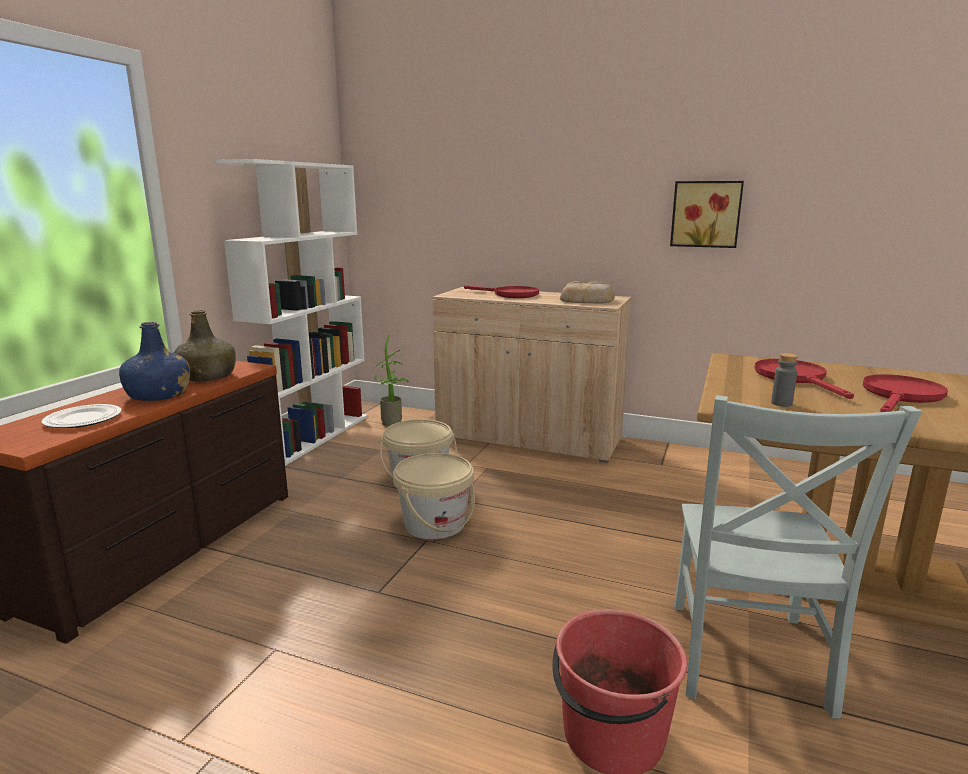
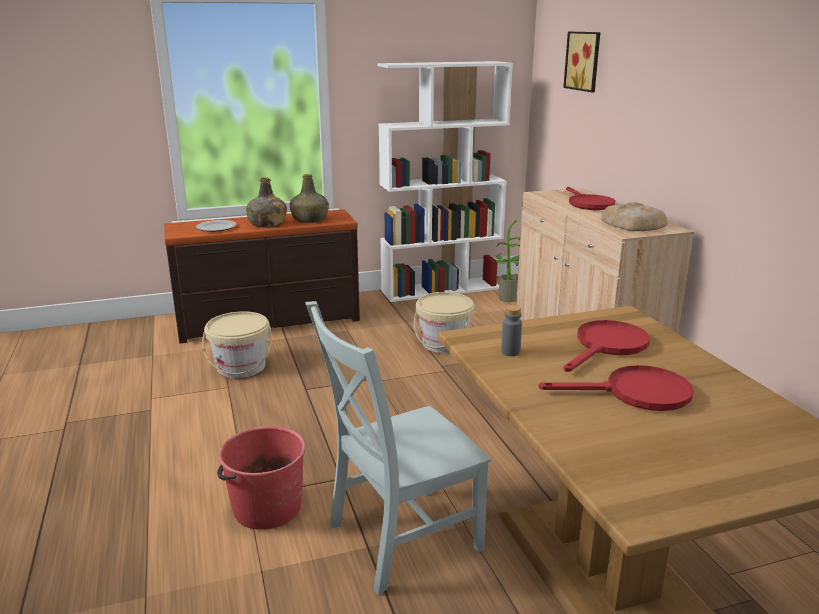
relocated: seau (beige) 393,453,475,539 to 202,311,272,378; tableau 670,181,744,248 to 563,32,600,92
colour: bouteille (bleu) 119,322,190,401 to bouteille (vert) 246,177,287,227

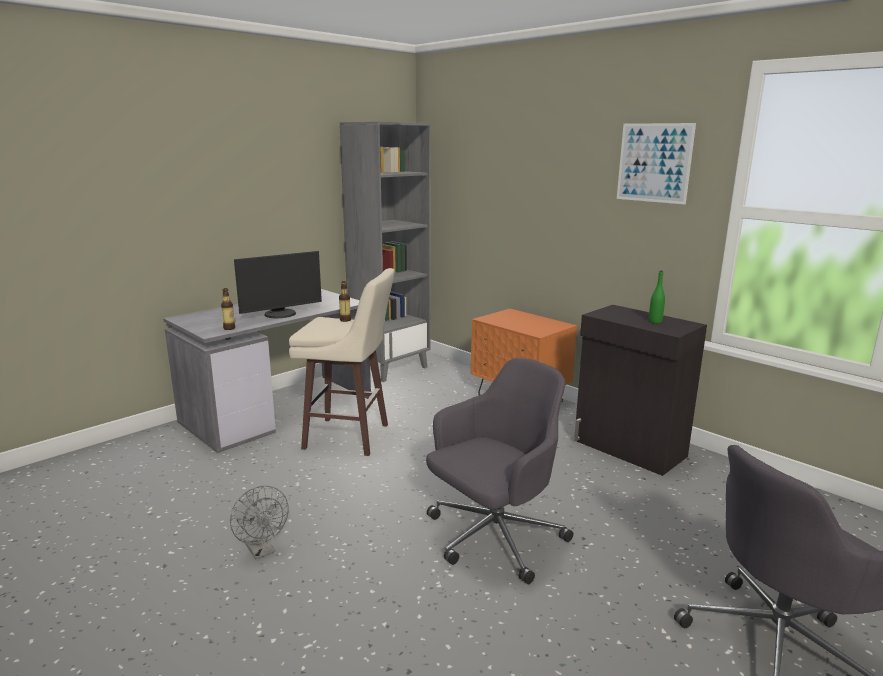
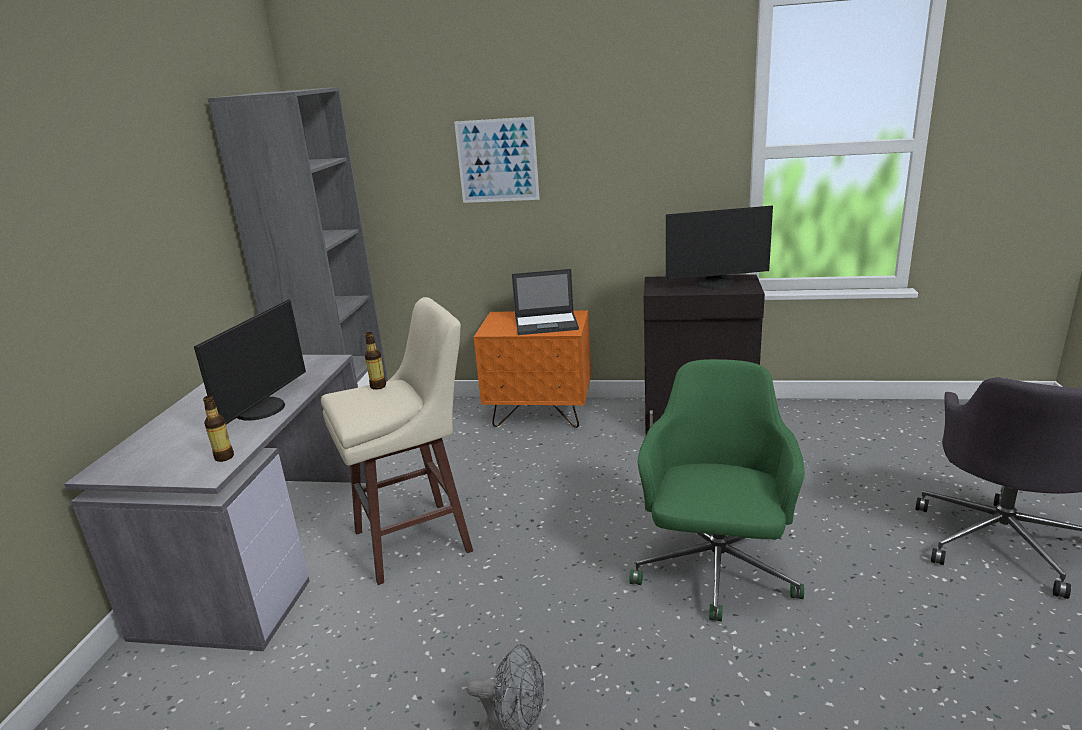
appeared: ordinateur portable 512,269,579,335
relocated: tableau 617,123,696,204 to 454,117,539,203
exchanged: bouteille (vert) 649,271,665,323 to écran d'ordinateur 666,206,773,289
colour: chaise de bureau (gris) 426,358,573,584 to chaise de bureau (vert) 629,359,805,621

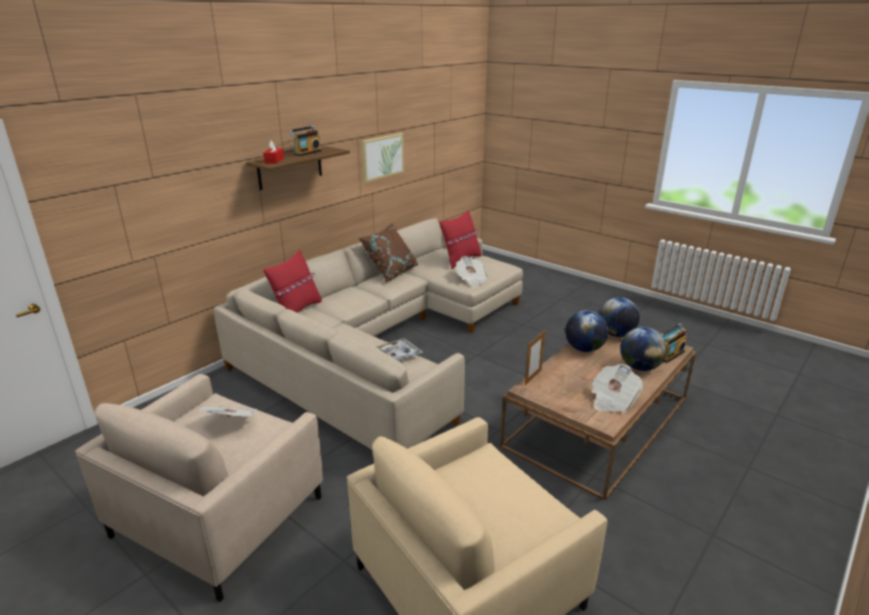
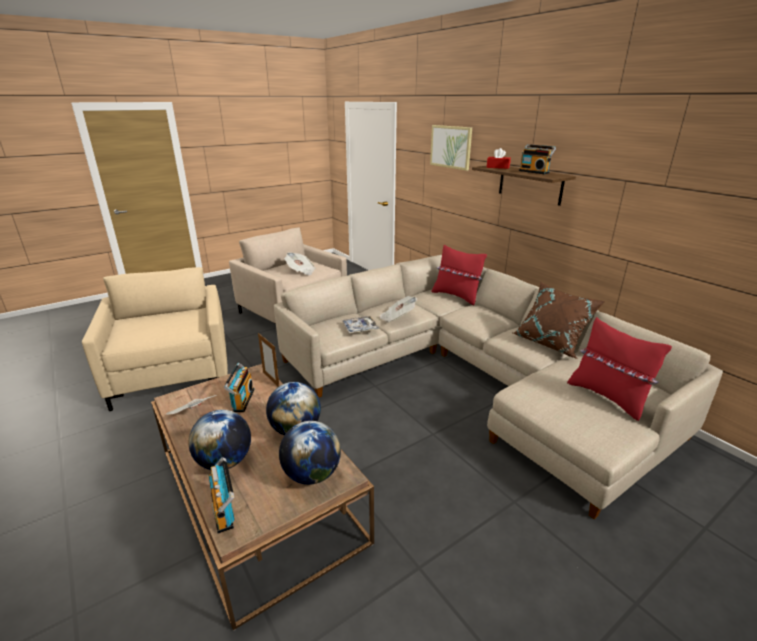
appeared: radio 224,363,254,412
relocated: tableau 362,133,404,182 to 430,125,472,171; journal 456,256,488,287 to 379,296,418,323

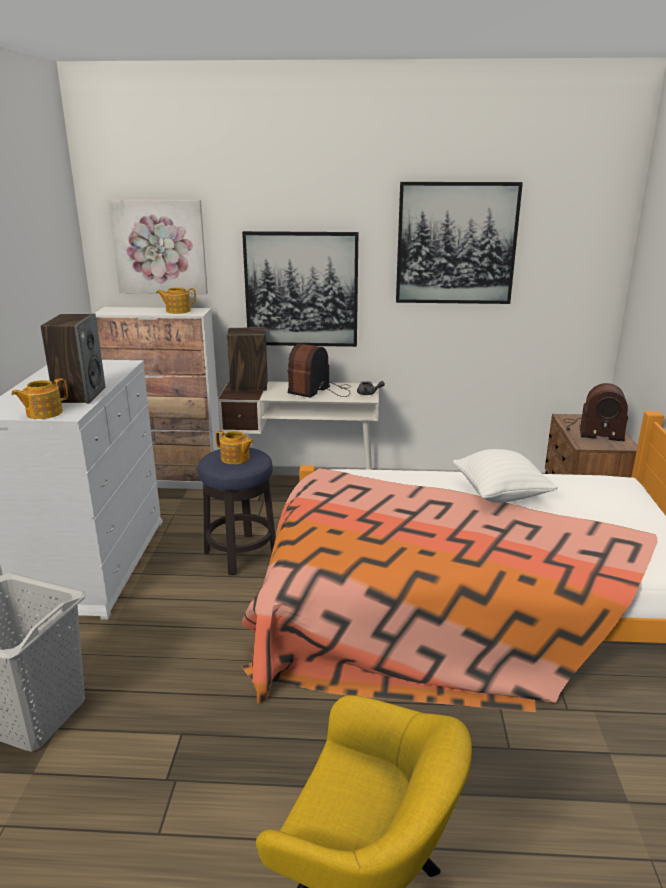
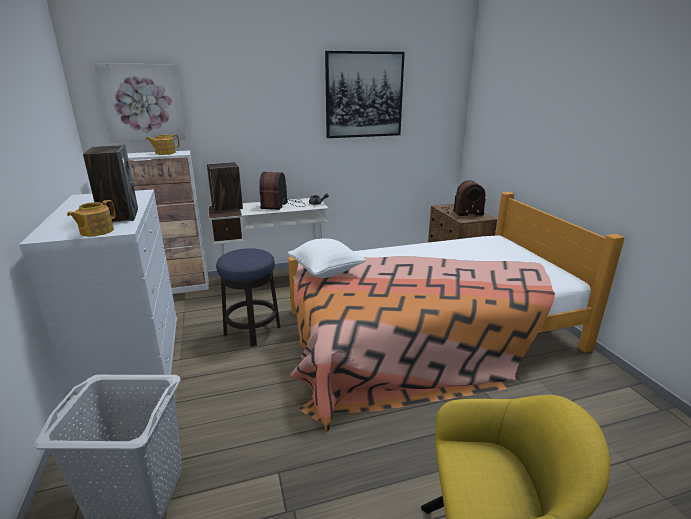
missing: théière 216,431,254,464; tableau 242,231,358,347
relocated: coussin (blanc) 452,449,558,503 to 287,238,366,278

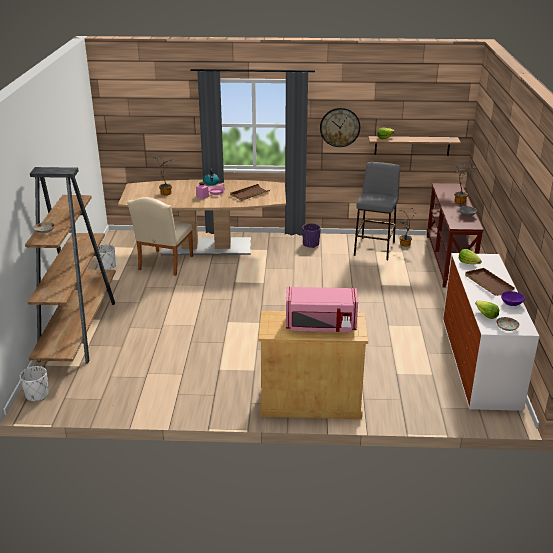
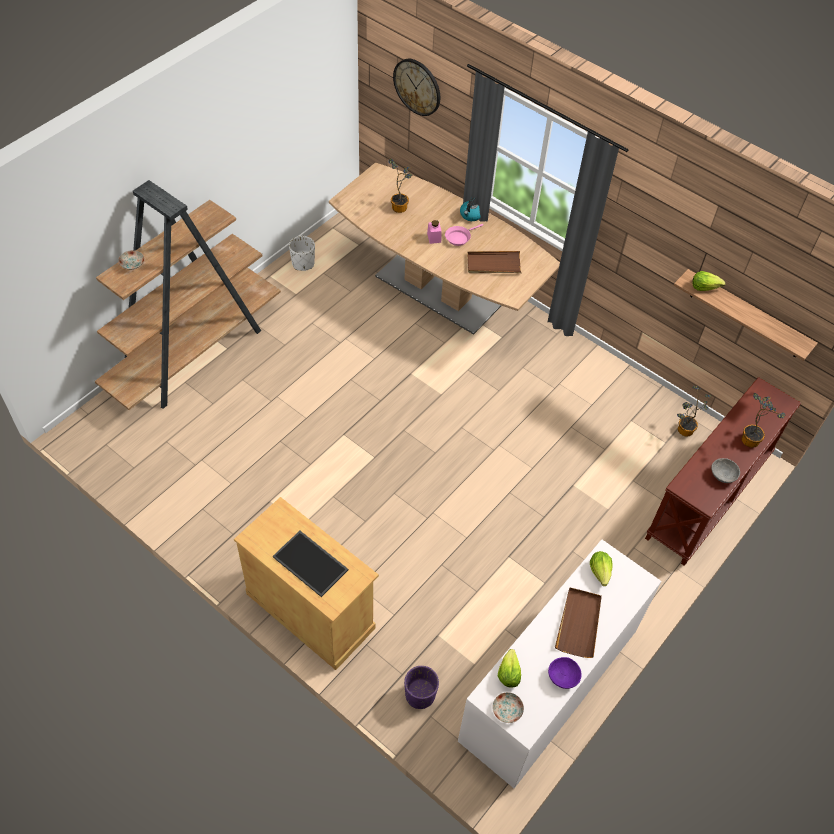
missing: cache-pot (blanc) 20,366,49,401; chaise (beige) 127,197,193,276; tabouret (gris) 354,162,400,260
relocated: cache-pot (violet) 302,223,321,248 to 404,666,439,709; horloge murale 320,108,360,147 to 393,59,440,116
exchanged: micro-ondes (rose) 286,287,358,332 to plateau 273,531,348,597

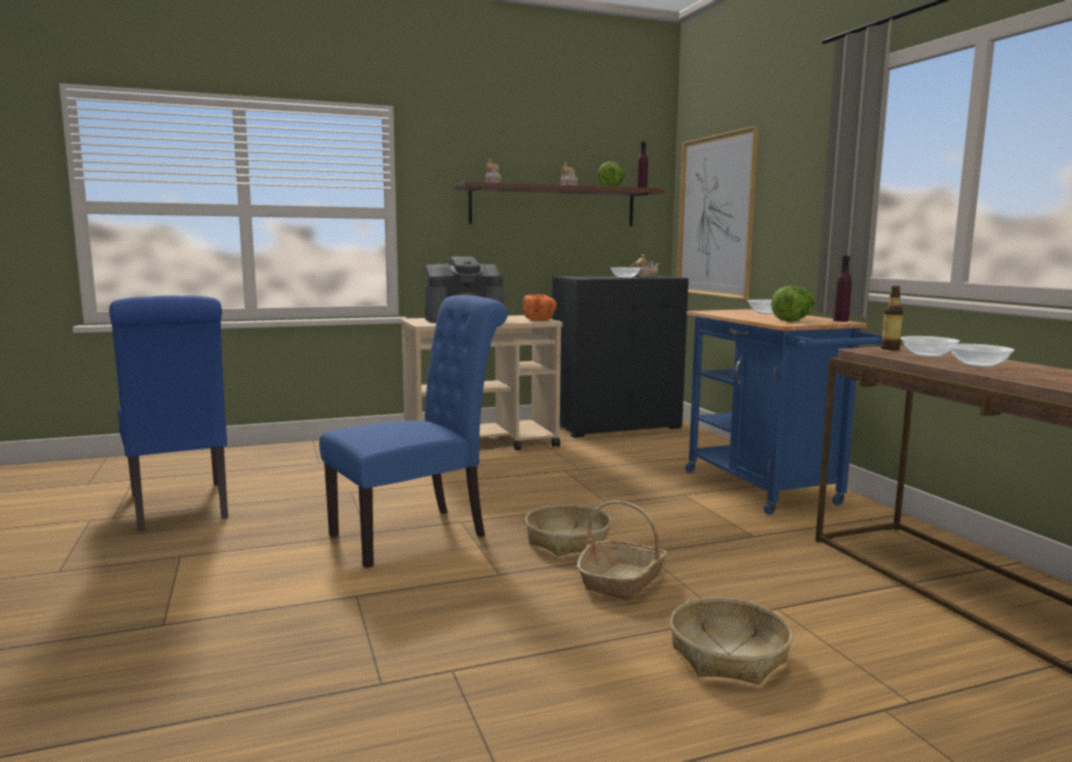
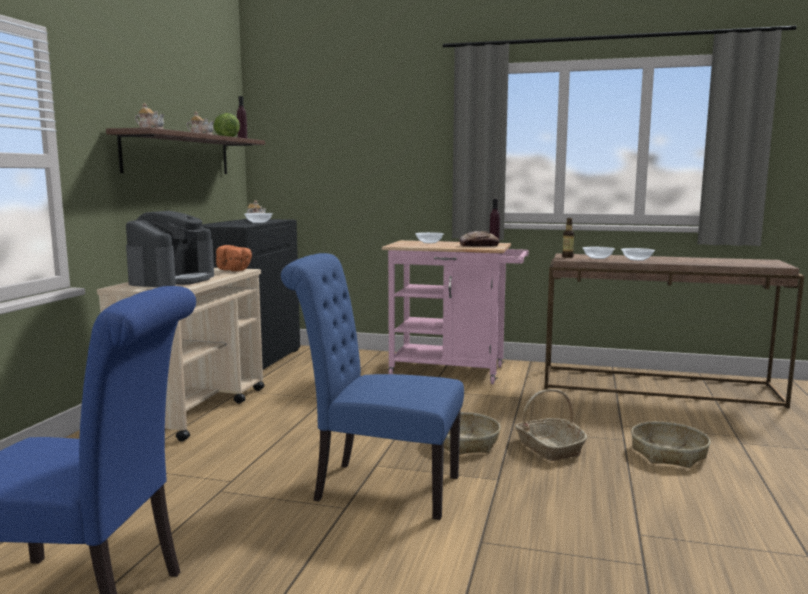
missing: tableau 677,126,759,300
exchanged: laitue 771,285,815,321 to pain 459,231,499,247
colour: chariot (bleu) 685,309,883,515 to chariot (rose) 381,240,529,384
spun: chaise (bleu) 319,295,508,568 = 281,253,464,520 75 degrees counterclockwise

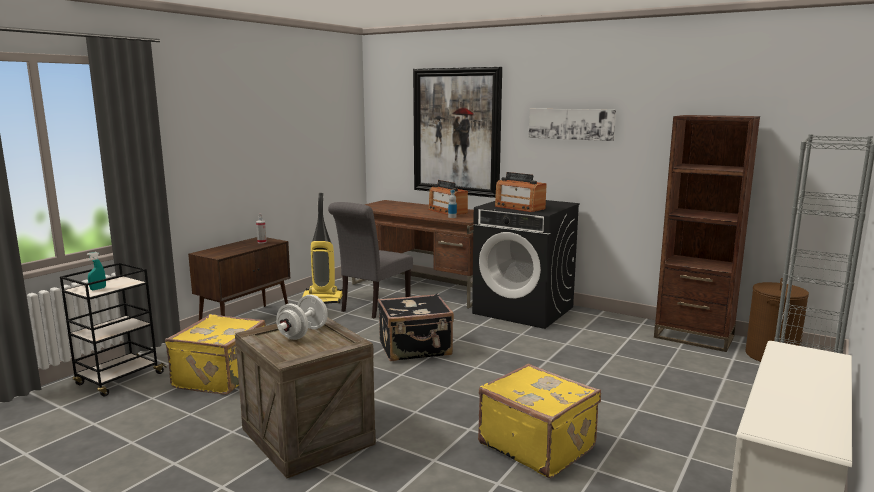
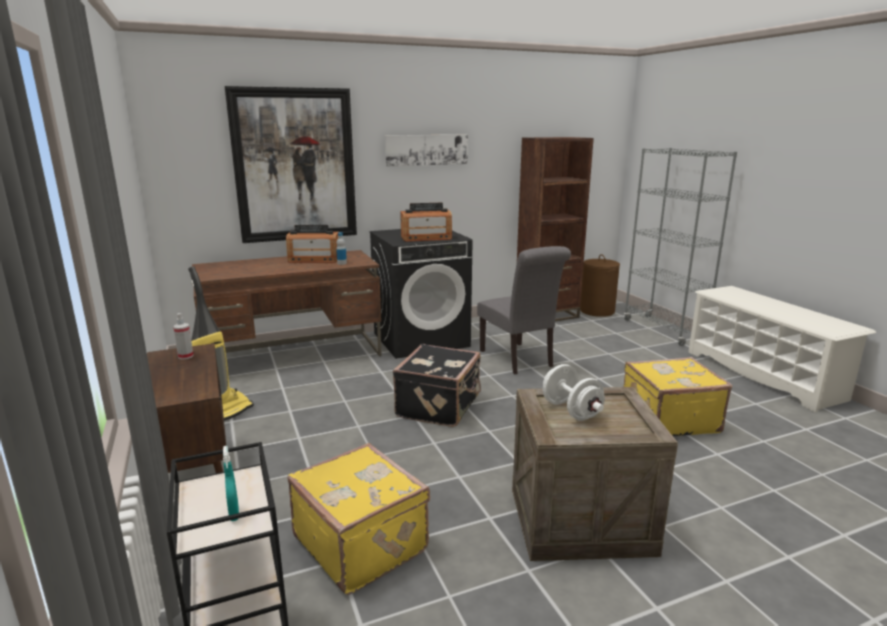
relocated: chaise (gris) 328,202,413,318 to 477,246,571,374

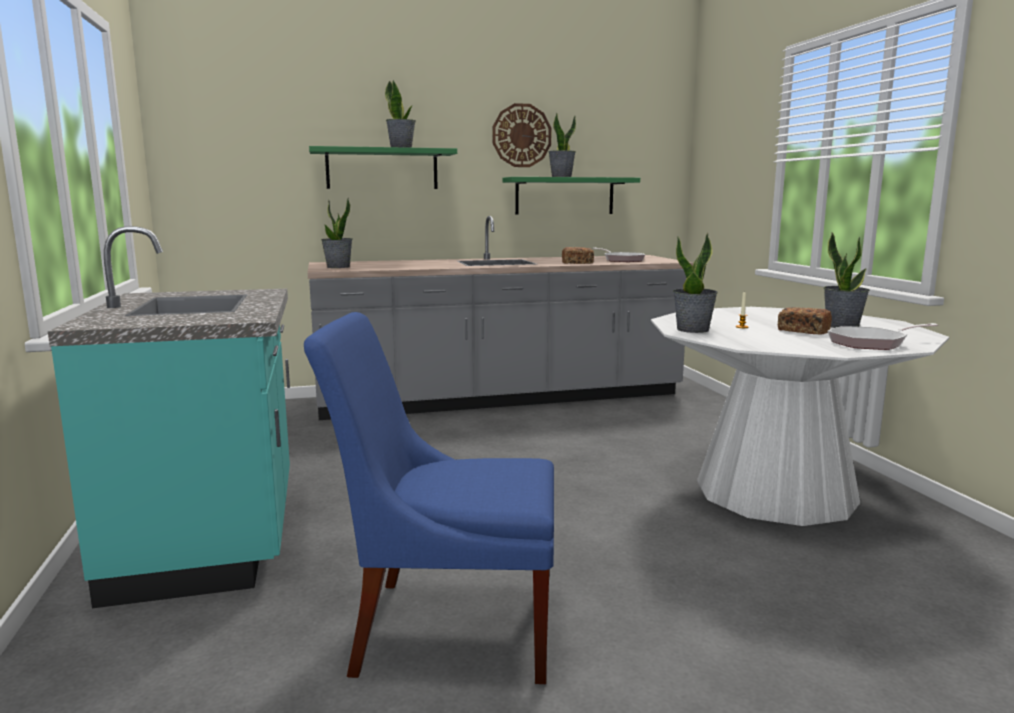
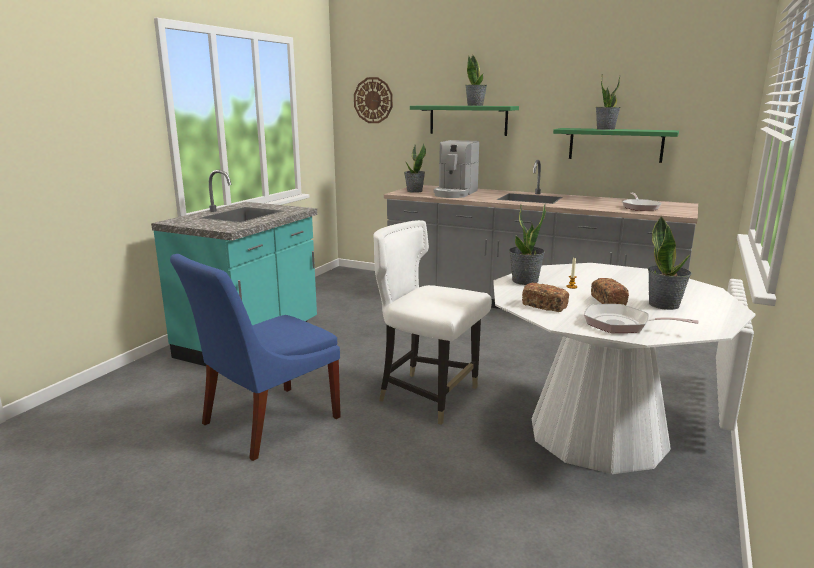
appeared: chaise (blanc) 373,220,492,424; machine à café 433,140,479,198
relocated: horloge murale 493,103,551,167 to 354,77,393,123; pain 562,247,594,264 to 522,283,569,312
spun: chaise (bleu) 304,312,554,684 = 170,254,341,461 90 degrees counterclockwise

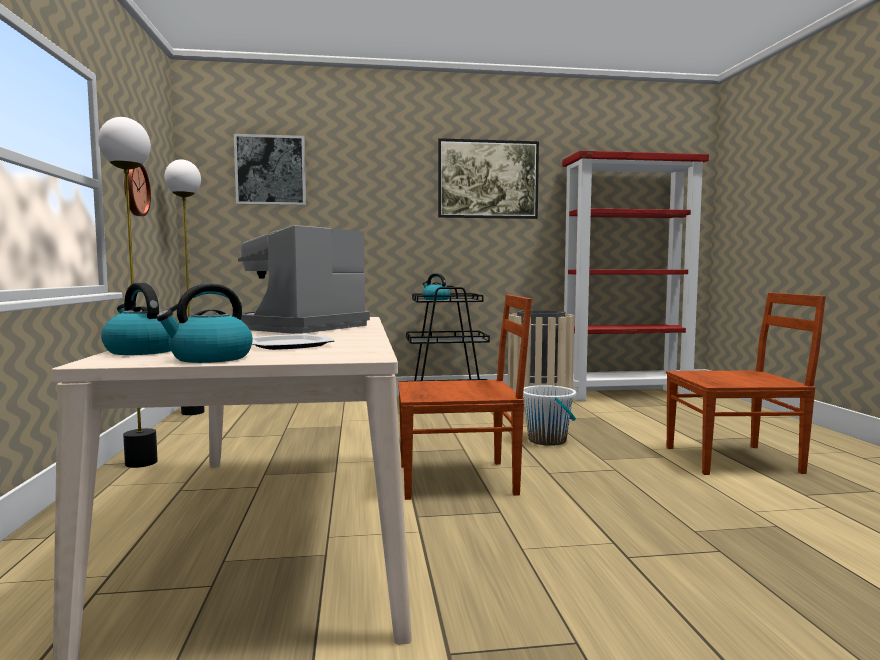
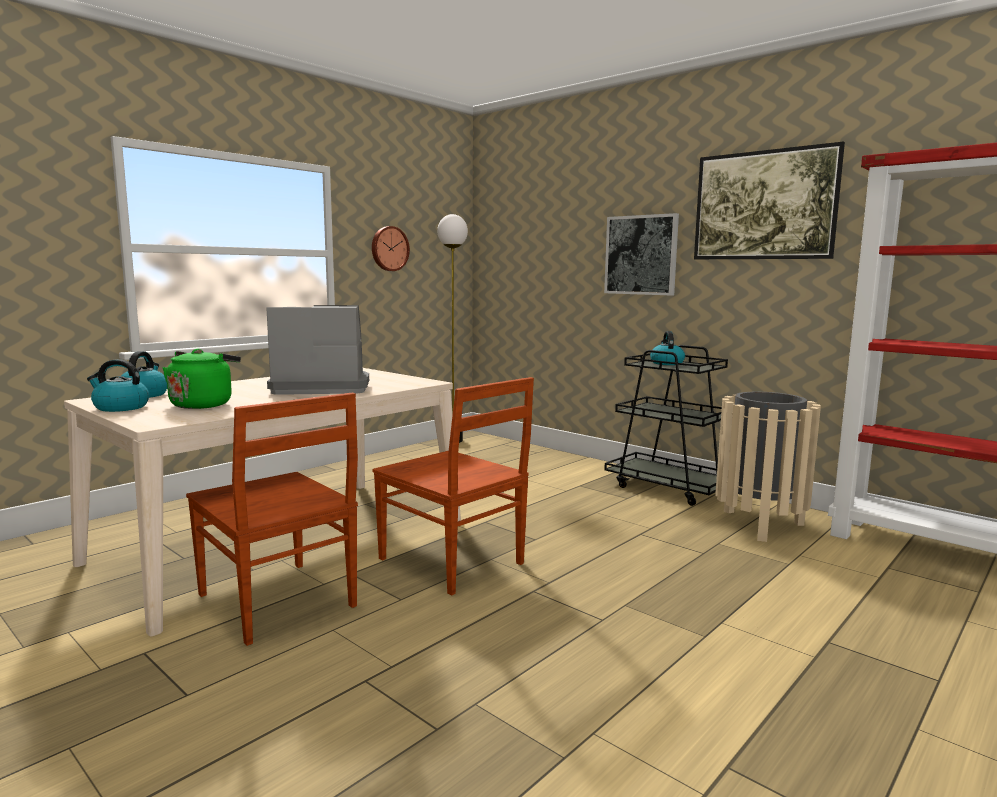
missing: lampadaire 98,117,158,468; seau (blanc) 523,385,576,446
relocated: tableau 234,134,306,205 to 604,213,679,296; chaise (marron) 666,293,826,475 to 186,392,358,646
exchanged: assiette 252,334,334,350 to bouilloire (vert) 162,349,241,409

